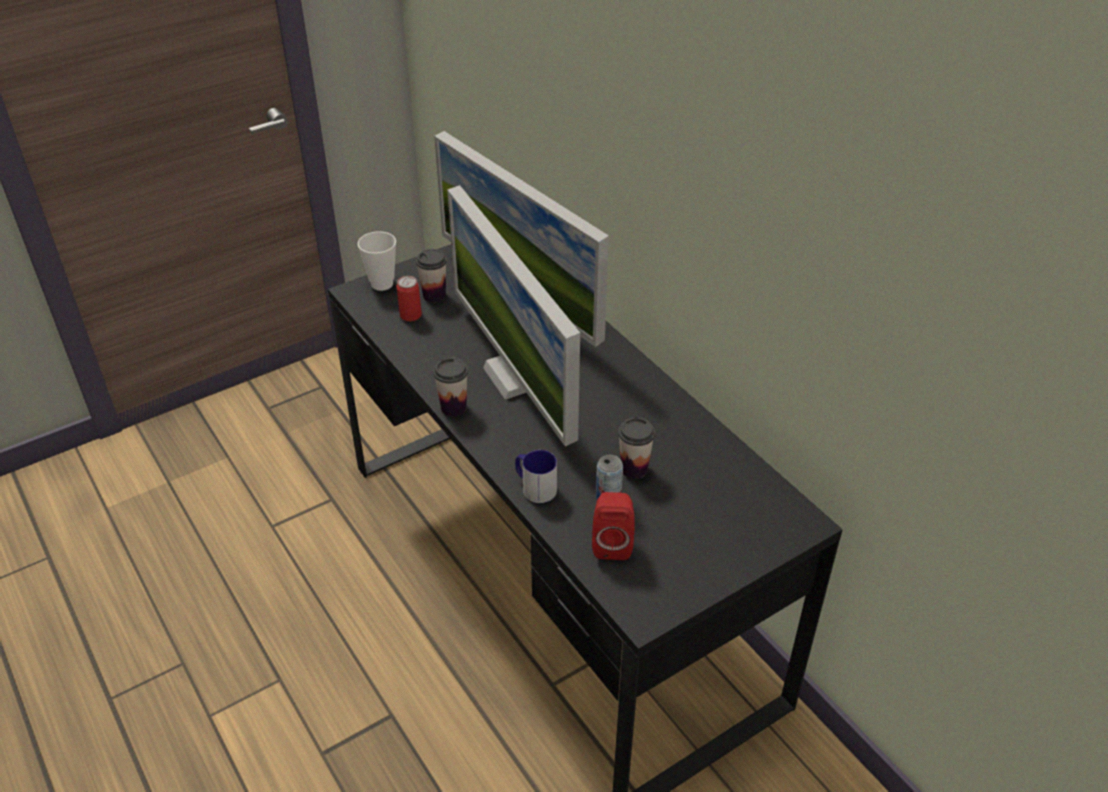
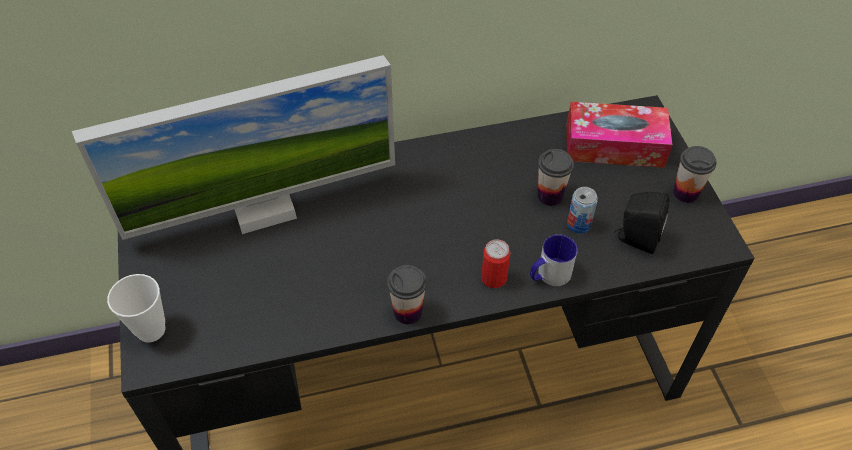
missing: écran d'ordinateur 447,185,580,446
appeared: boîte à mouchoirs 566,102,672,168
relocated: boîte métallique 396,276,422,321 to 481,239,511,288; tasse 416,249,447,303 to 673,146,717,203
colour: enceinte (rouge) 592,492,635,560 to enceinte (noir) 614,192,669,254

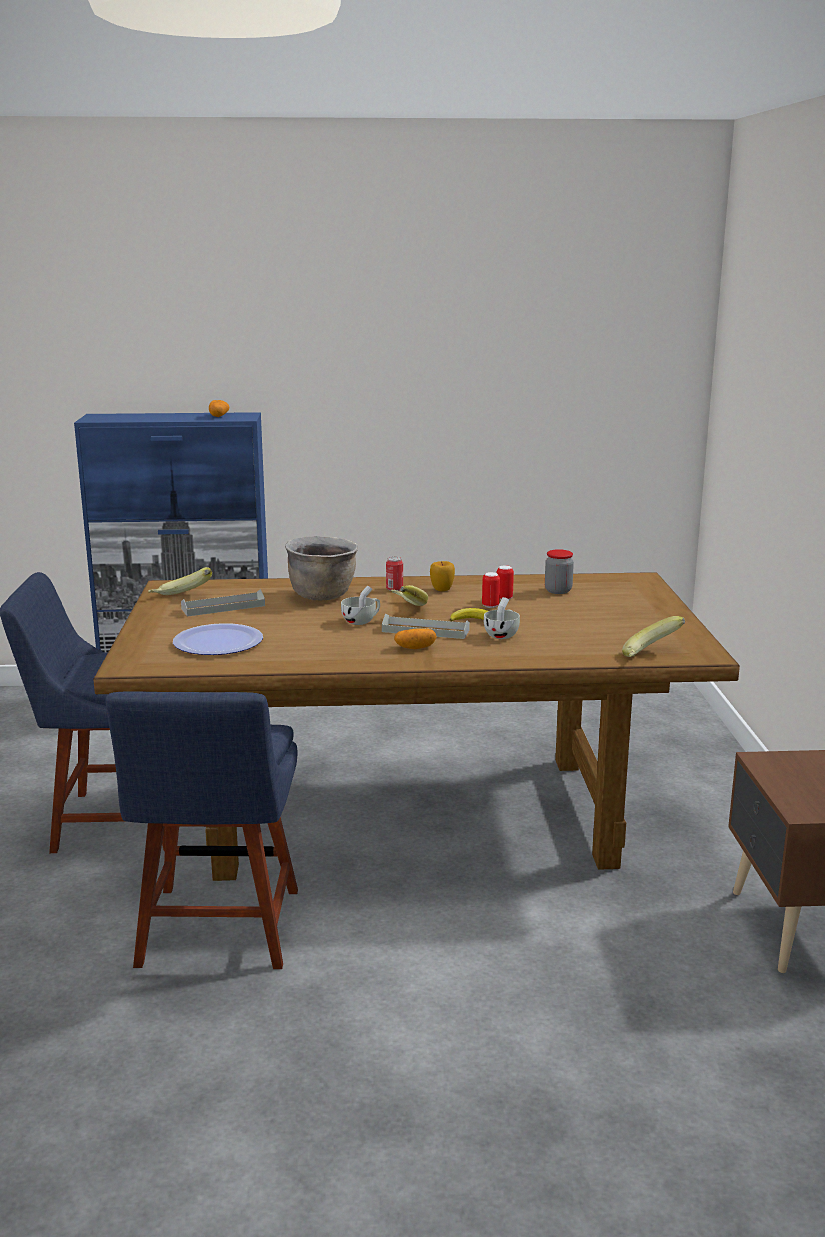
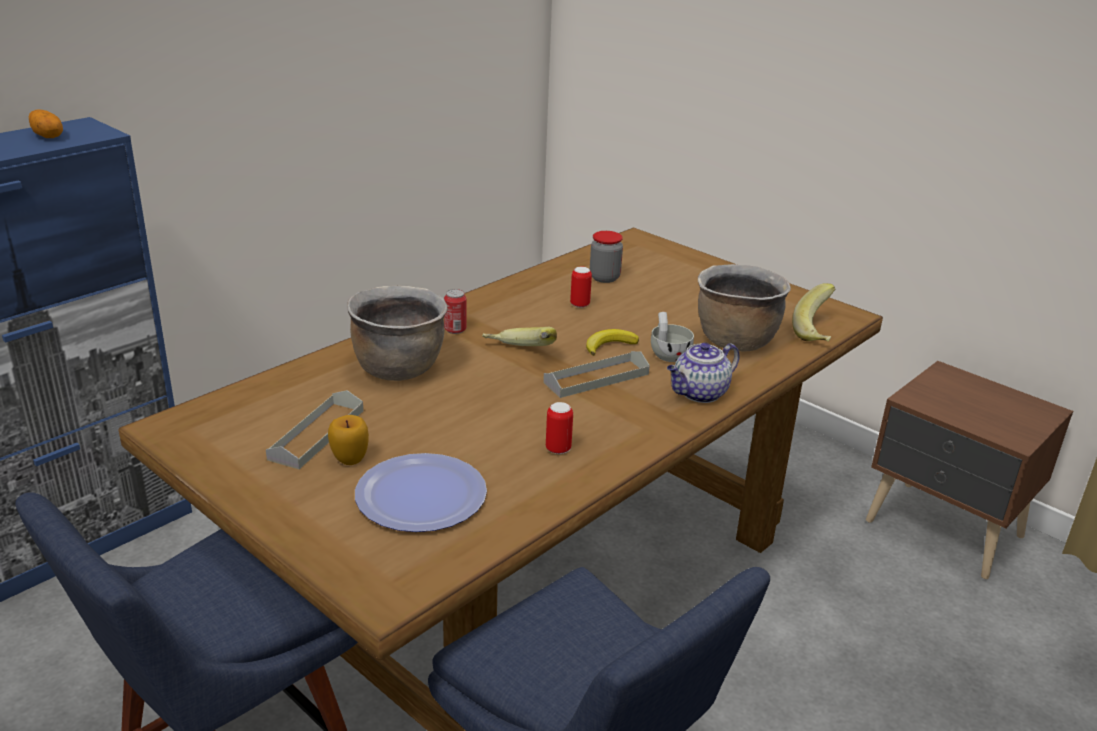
missing: banane 148,567,212,595; tasse (blanc) 341,585,380,625; pomme de terre 394,628,437,649
appeared: théière 667,342,739,403; marmite (marron) 698,264,791,352
relocated: pomme 430,561,455,591 to 328,415,369,465; boîte métallique 482,572,500,608 to 546,402,573,454

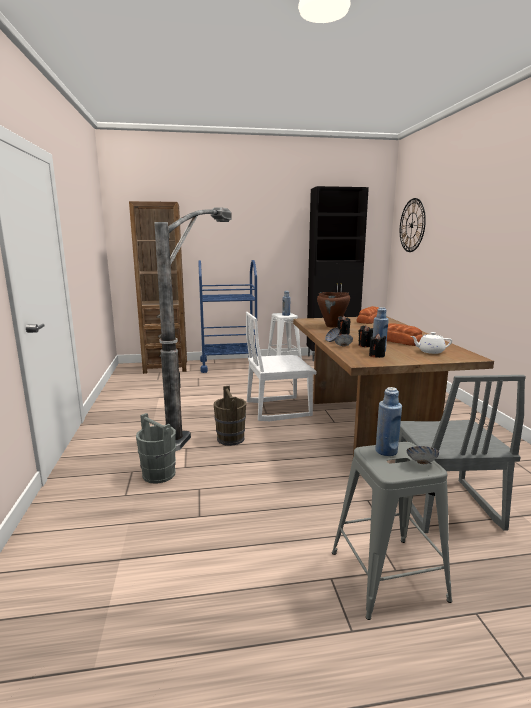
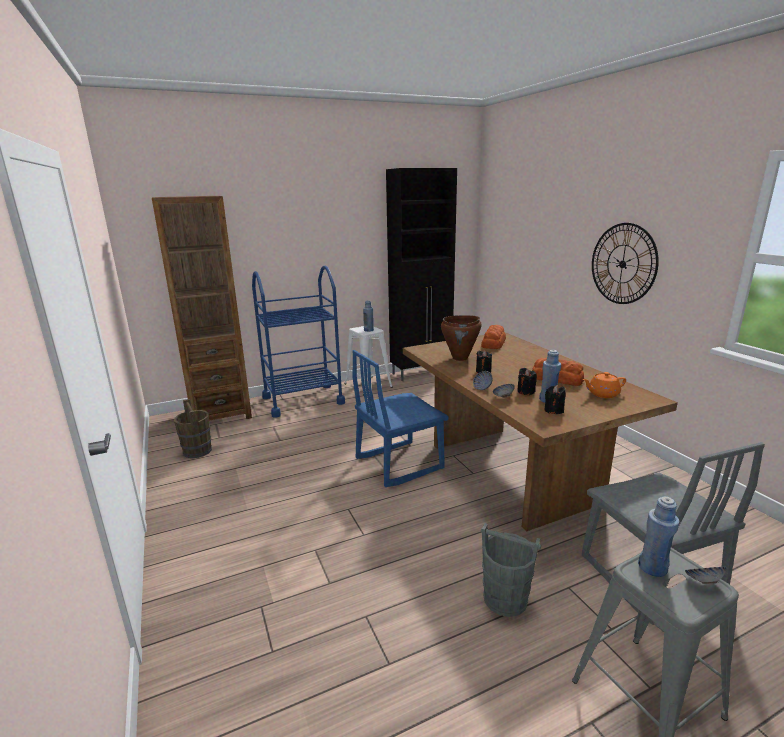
missing: lampadaire 154,207,232,451
relocated: seau (gris) 136,413,176,484 to 481,523,541,617; seau (marron) 214,386,246,446 to 174,399,212,458; horloge murale 400,198,426,252 to 592,223,659,304
colour: chaise (blanc) 246,312,317,421 to chaise (bleu) 352,350,449,487; théière (blanc) 411,332,452,354 to théière (orange) 583,372,626,398

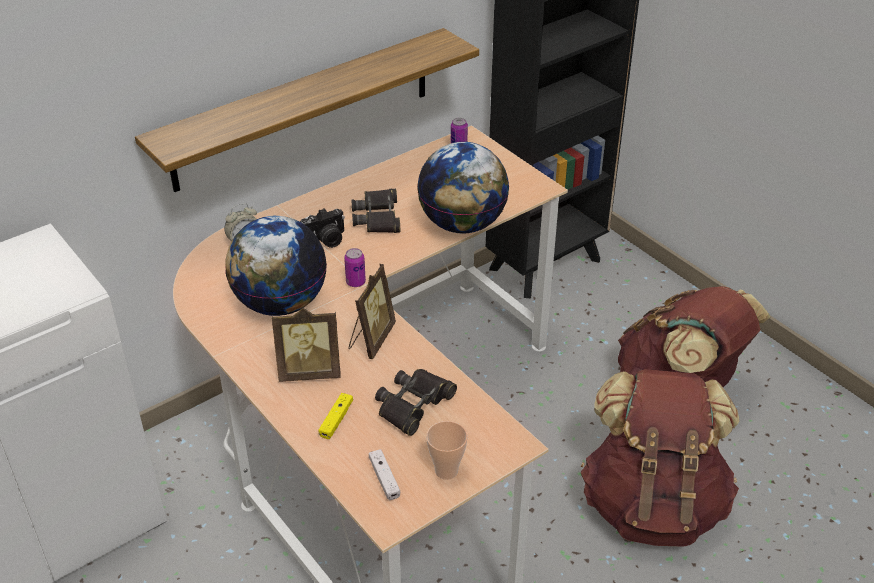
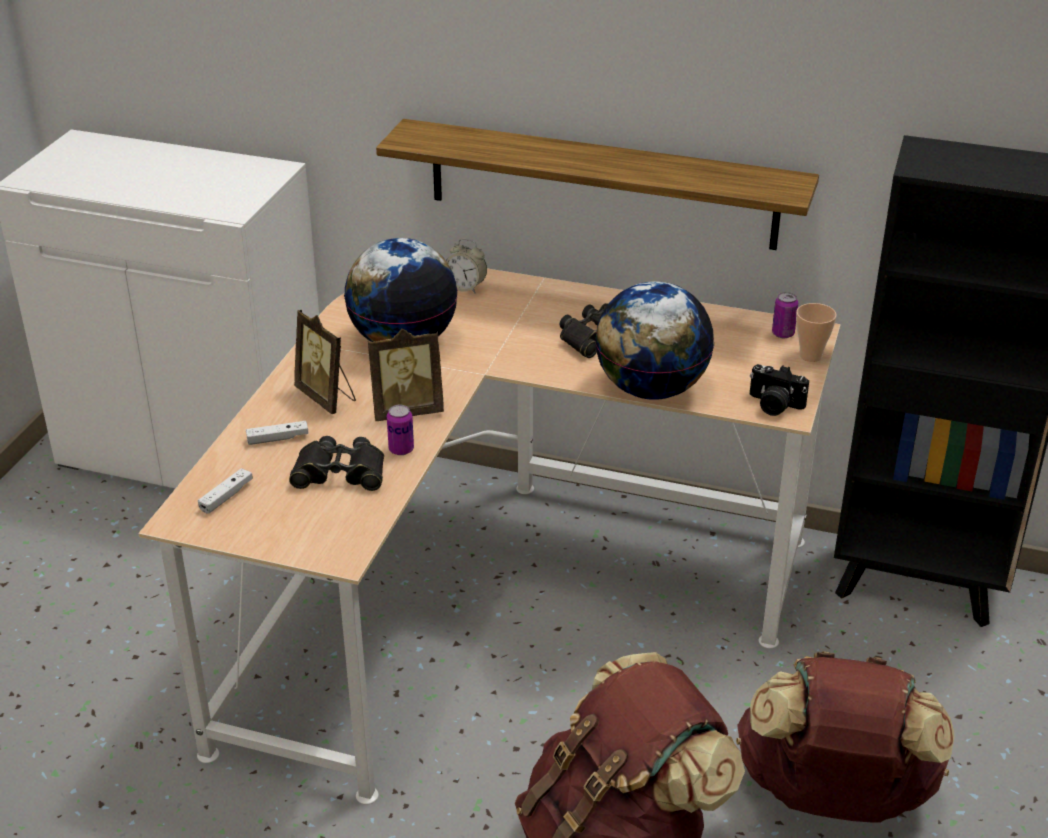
relocated: appareil photo 300,208,345,248 to 750,364,809,416; boîte métallique 344,248,366,287 to 387,404,414,455; tasse 426,421,468,480 to 796,303,837,362
colour: manette (jaune) 319,393,353,439 to manette (blanc) 246,421,308,445

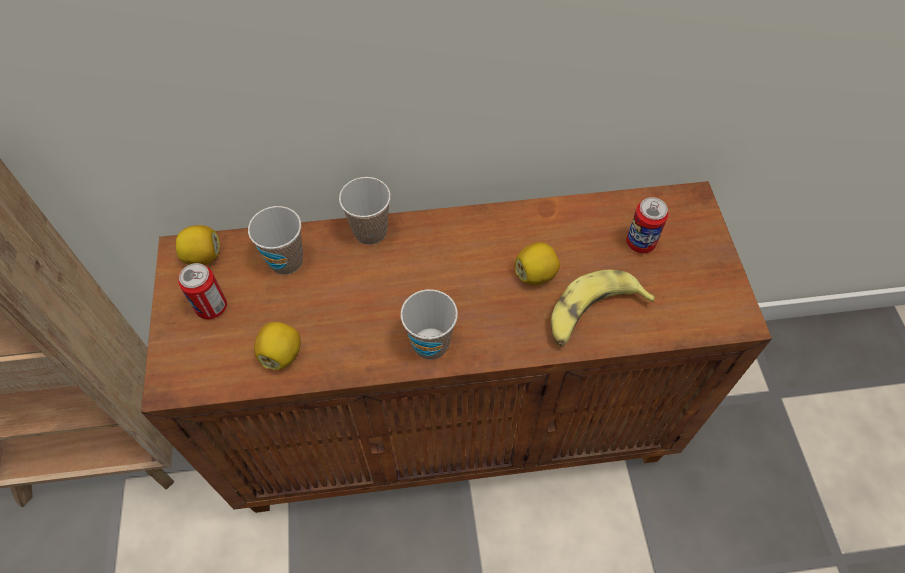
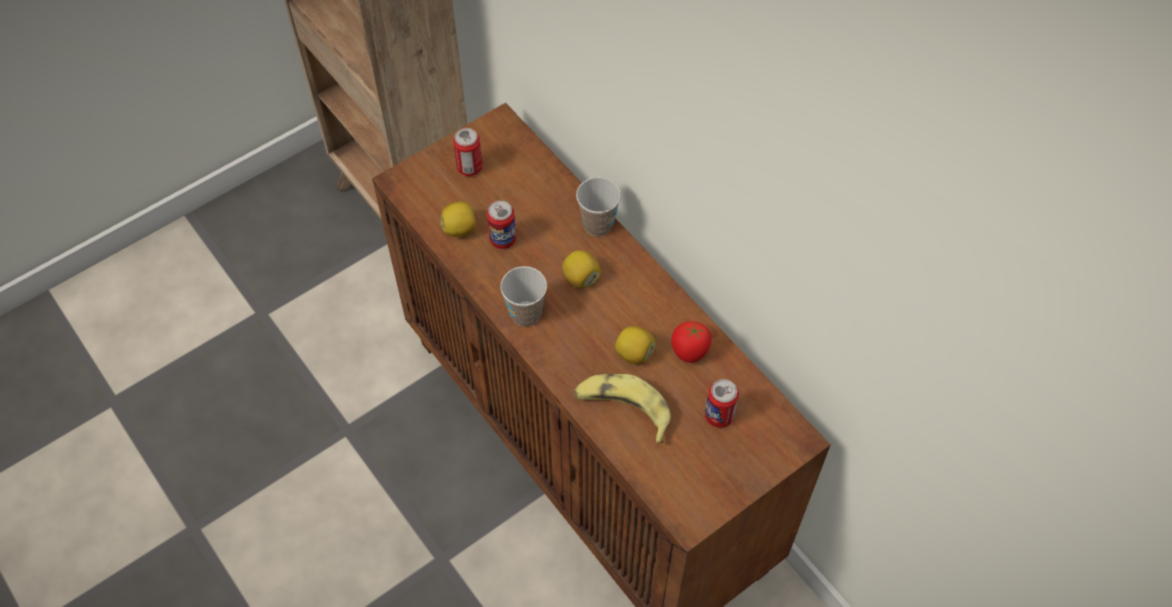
missing: tasse 248,206,303,275
appeared: boîte métallique 487,201,516,249; tomate 671,321,712,363
relocated: citron 176,225,220,265 to 562,250,601,288

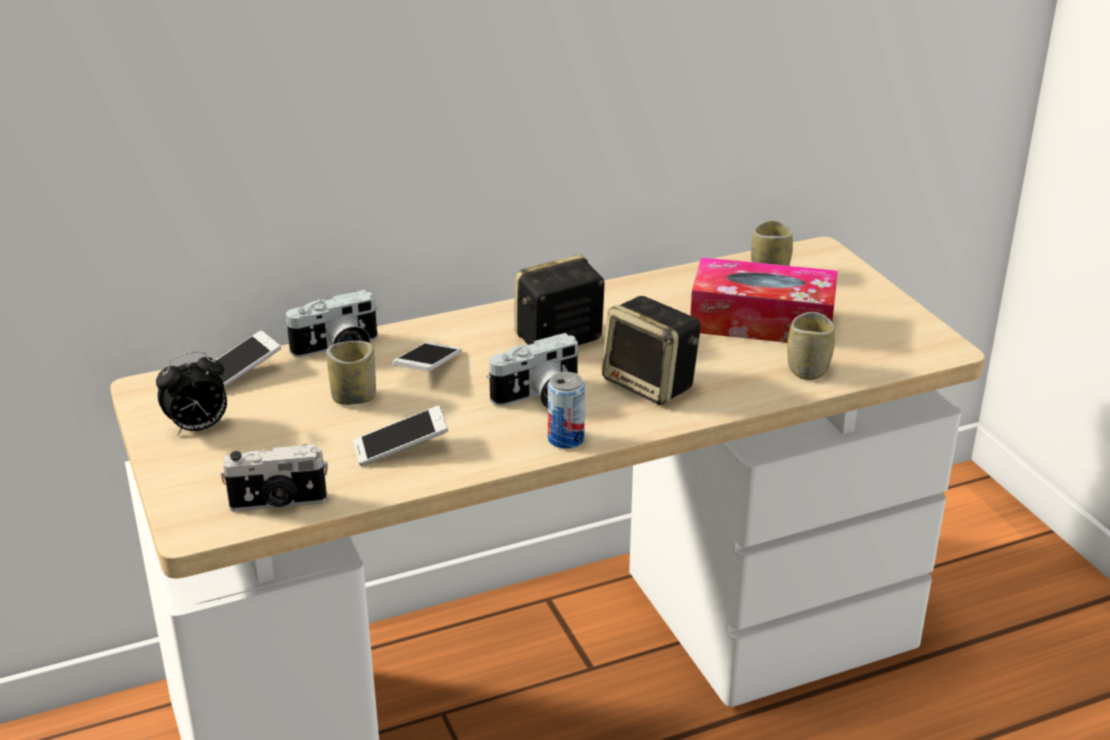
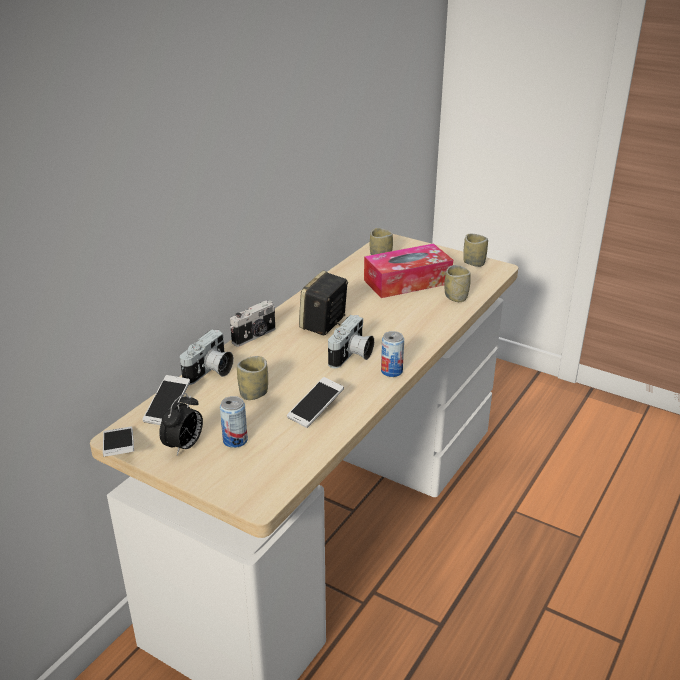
missing: enceinte 602,296,701,405
appeared: boîte métallique 220,396,248,448; tasse 463,234,488,267
relocated: appareil photo 221,444,328,512 to 230,300,275,347; téléphone 393,342,462,372 to 103,426,134,457

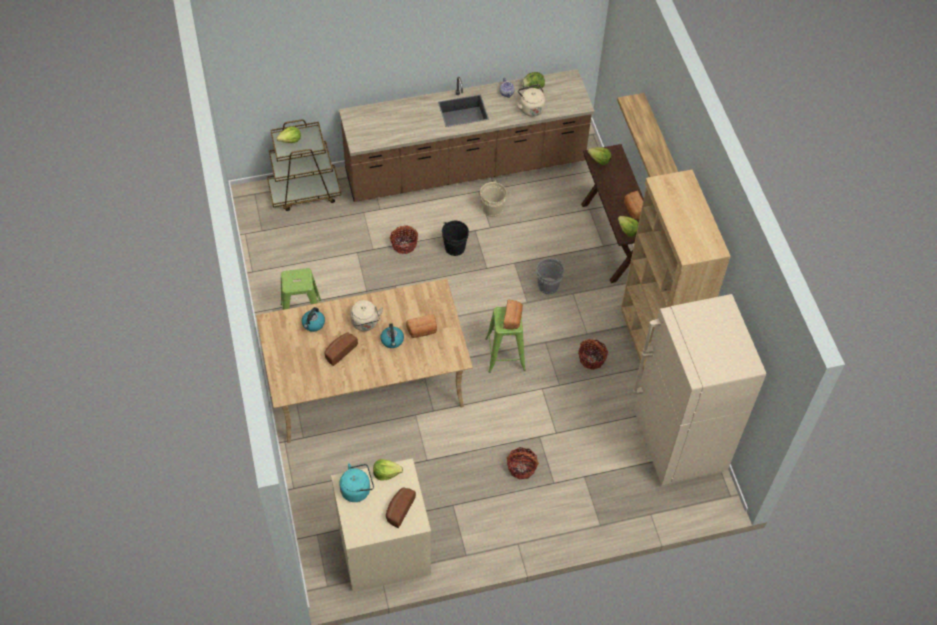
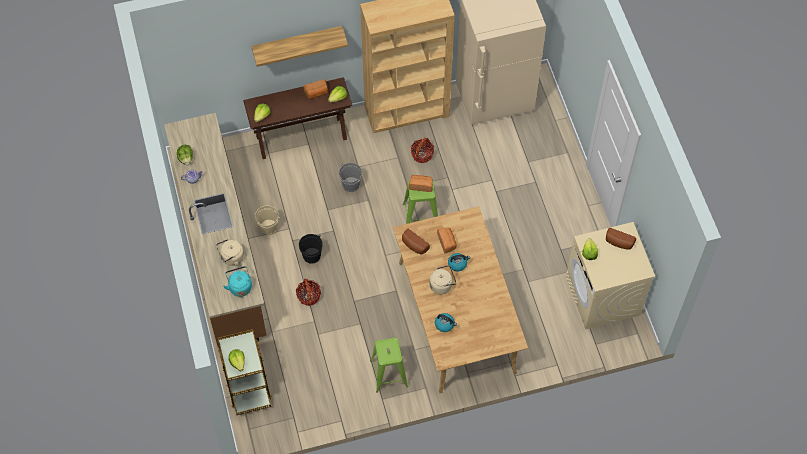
missing: panier 507,447,539,479
relocated: pain 325,332,358,366 to 402,229,430,254; bouilloire (turquoise) 339,464,374,502 to 223,266,252,297; bouilloire (beige) 516,84,545,117 to 216,239,244,266

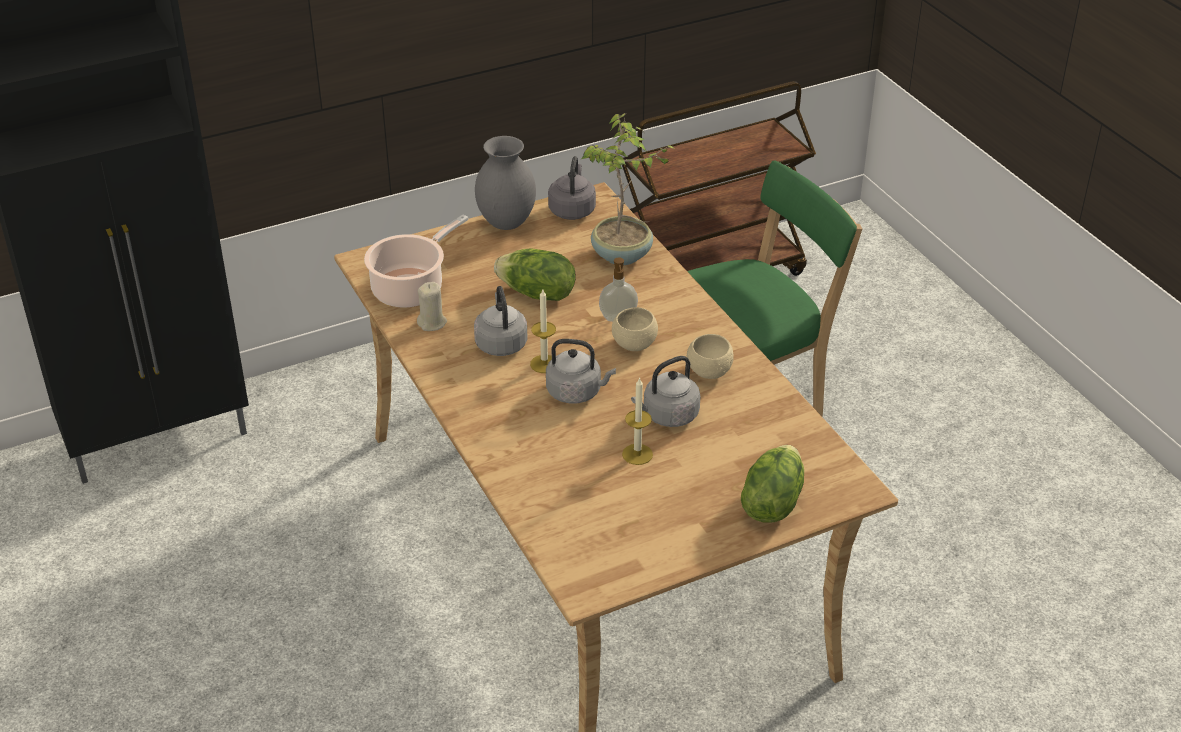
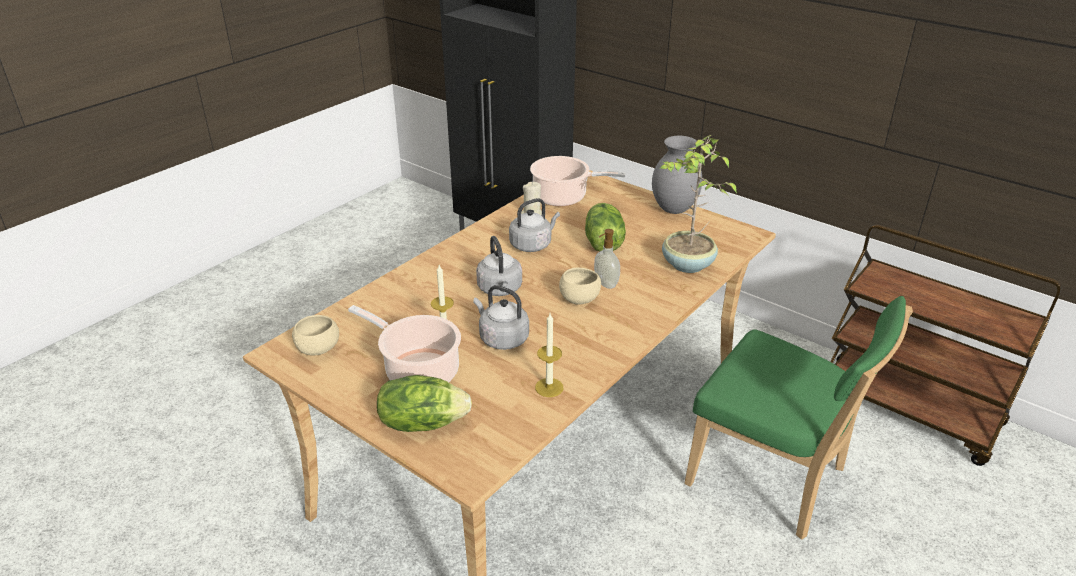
missing: bouilloire (gris) 548,156,596,220
appeared: marmite 348,305,461,382
relocated: bougie 530,290,556,373 to 535,313,563,397; bol (beige) 687,334,734,379 to 292,315,339,356

